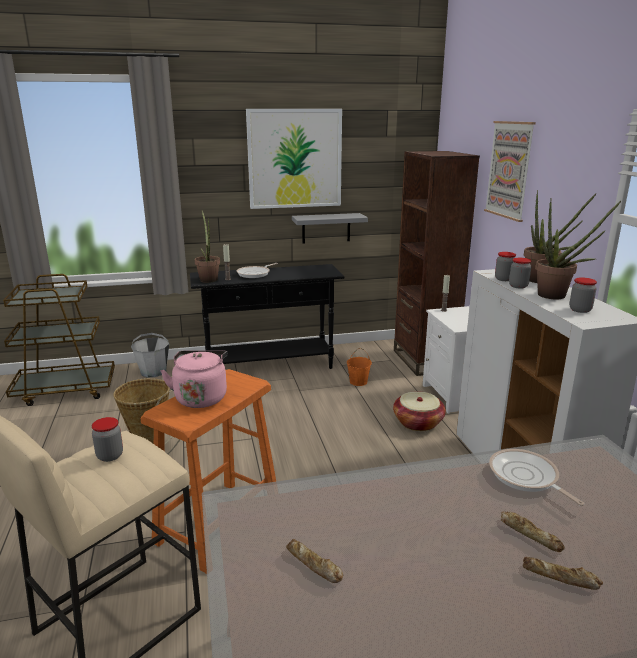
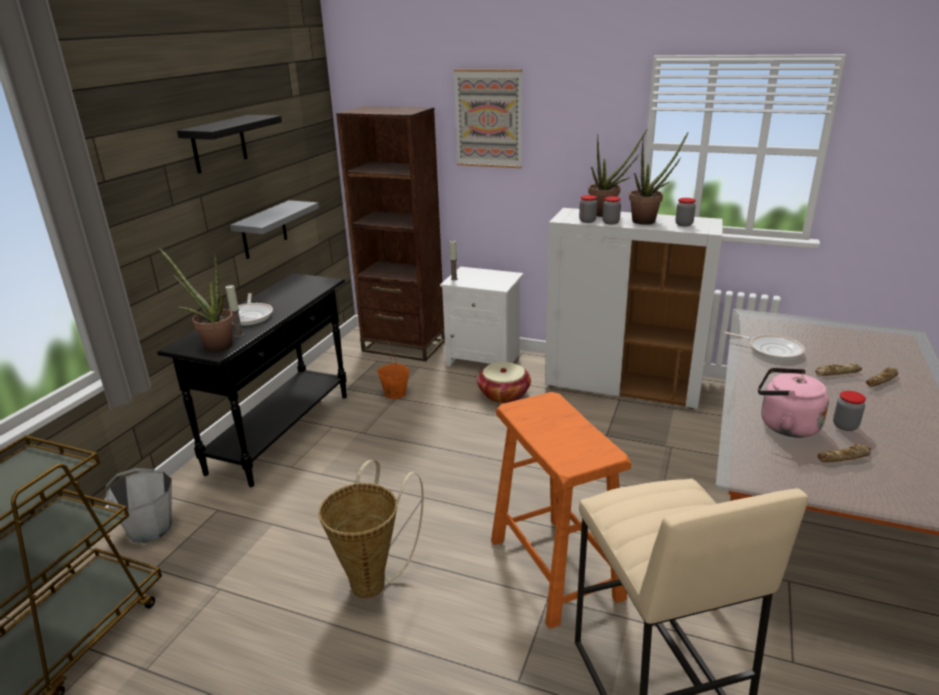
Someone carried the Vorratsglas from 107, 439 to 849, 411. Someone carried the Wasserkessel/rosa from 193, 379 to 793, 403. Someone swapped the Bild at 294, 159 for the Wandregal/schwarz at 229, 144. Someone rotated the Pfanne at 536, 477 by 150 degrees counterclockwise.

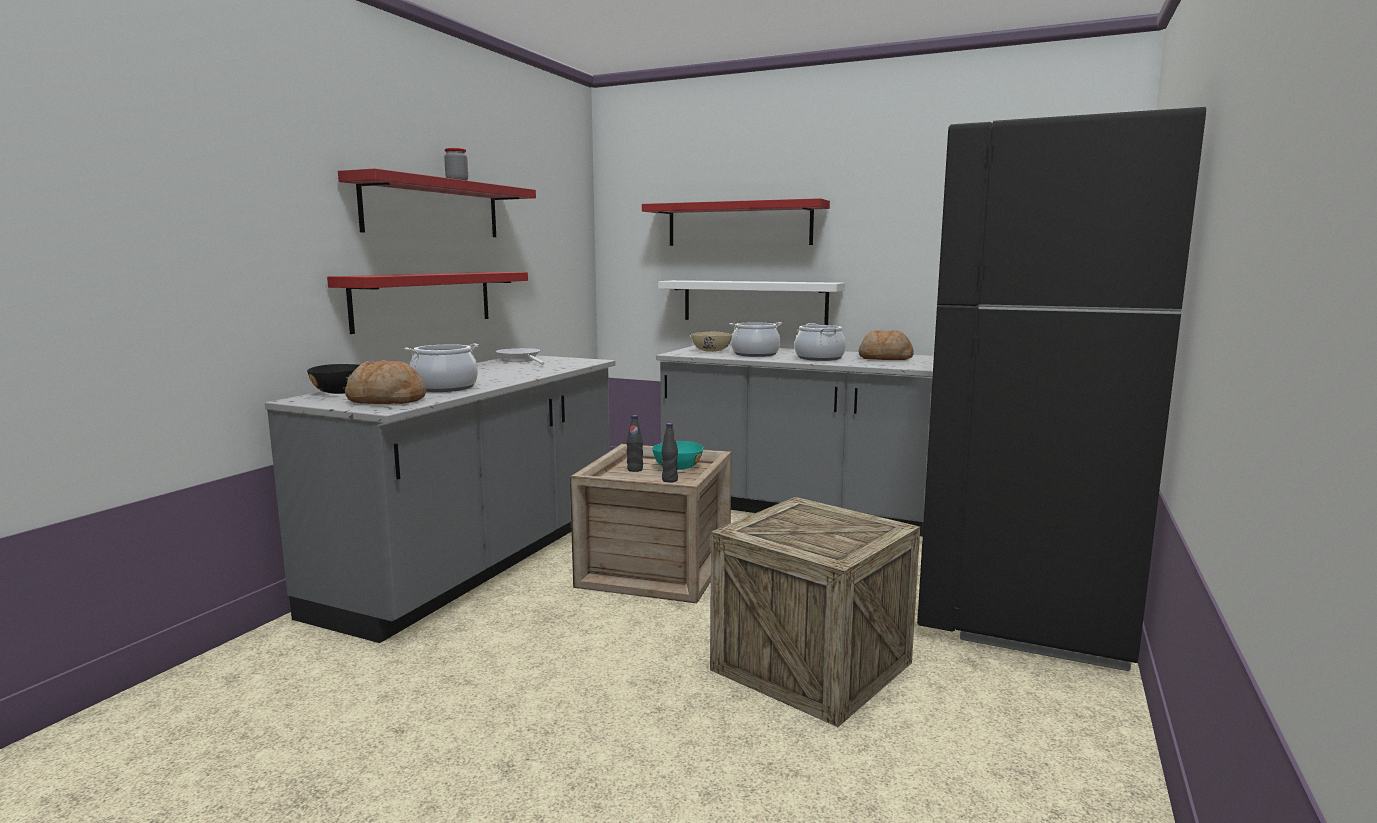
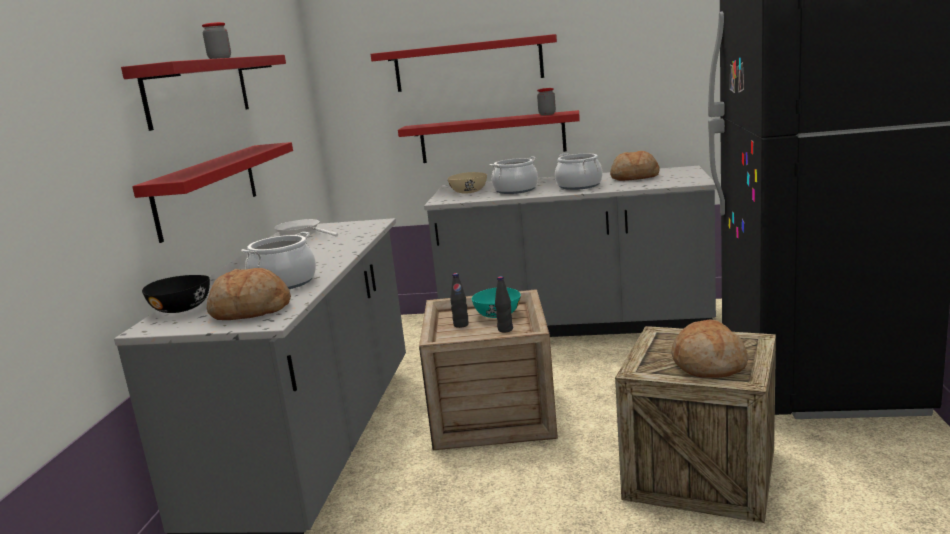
Someone put down the Vorratsglas at 546, 101. Someone put down the Brot at 710, 348. Someone repainted the Wandregal/weiß at 751, 302, which became the Wandregal/rot at 489, 136.

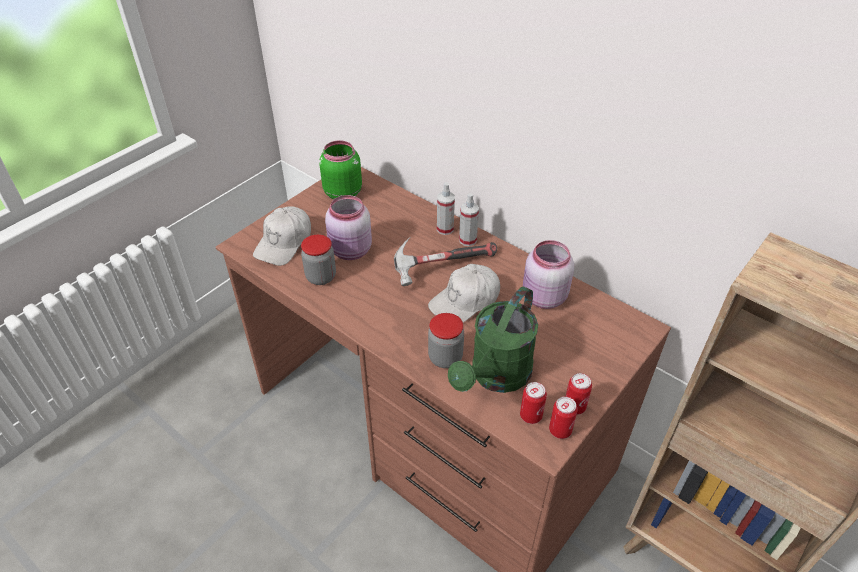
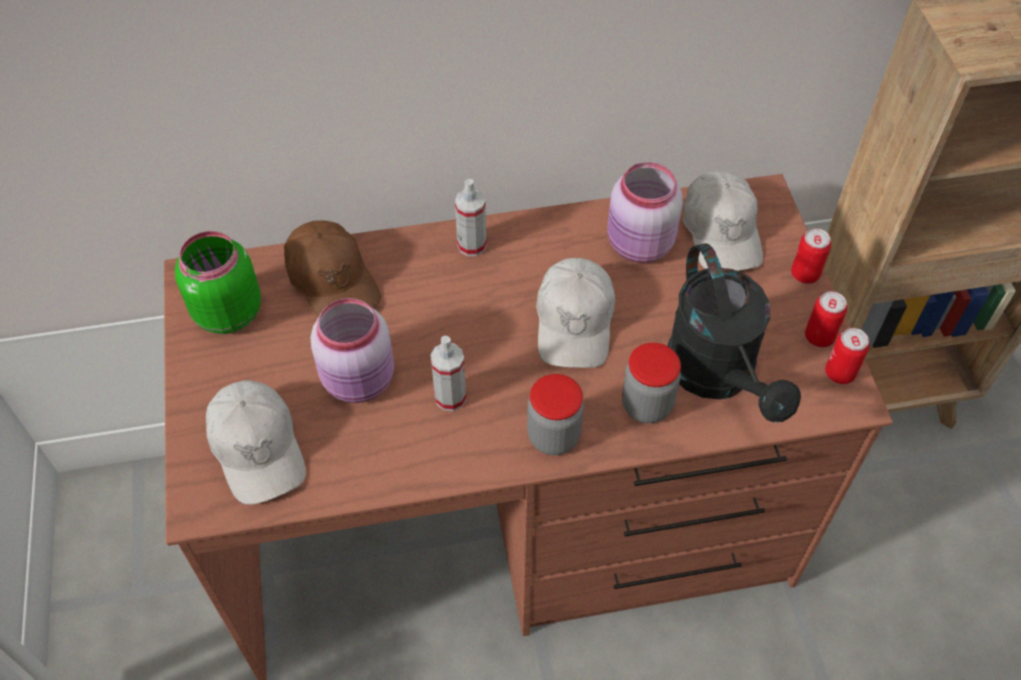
Someone took away the Hammer at 445, 261. Someone put down the Kappe/braun at 332, 268. Someone put down the Kappe/weiß at 723, 221. Someone carried the Vorratsglas from 318, 259 to 555, 414. Someone carried the Sprühflasche from 446, 208 to 448, 373. Someone carried the Dose from 533, 403 to 811, 256. Someone repainted the Gießkanne/grün at 493, 339, which became the Gießkanne/schwarz at 734, 332.

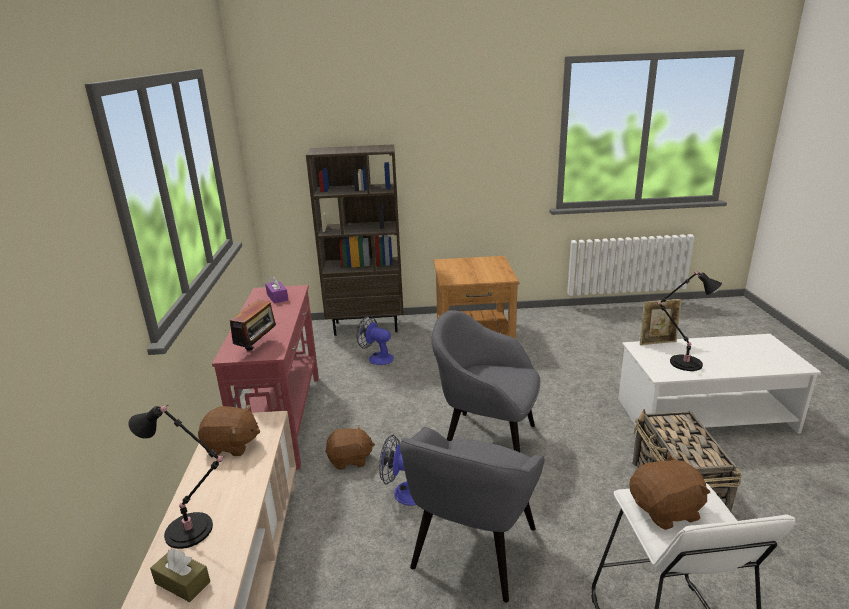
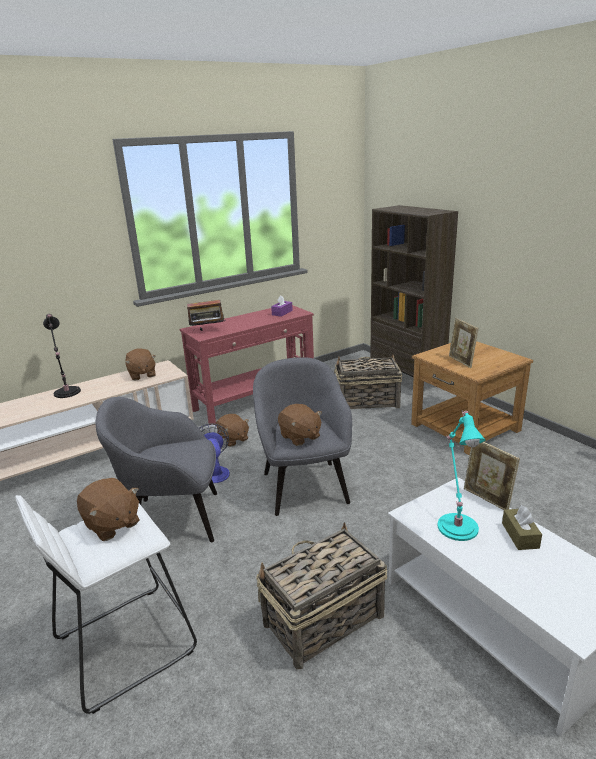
Someone put down the Plüschtier/braun at 300, 425. Someone put down the Bilderrahmen at 464, 343. Someone carried the Taschentuchbox/braun from 180, 575 to 522, 527. Someone swapped the Ventilator at 375, 340 for the Korb at 368, 381. Someone repainted the Tischlampe/schwarz at 689, 321, which became the Tischlampe/türkis at 461, 475.

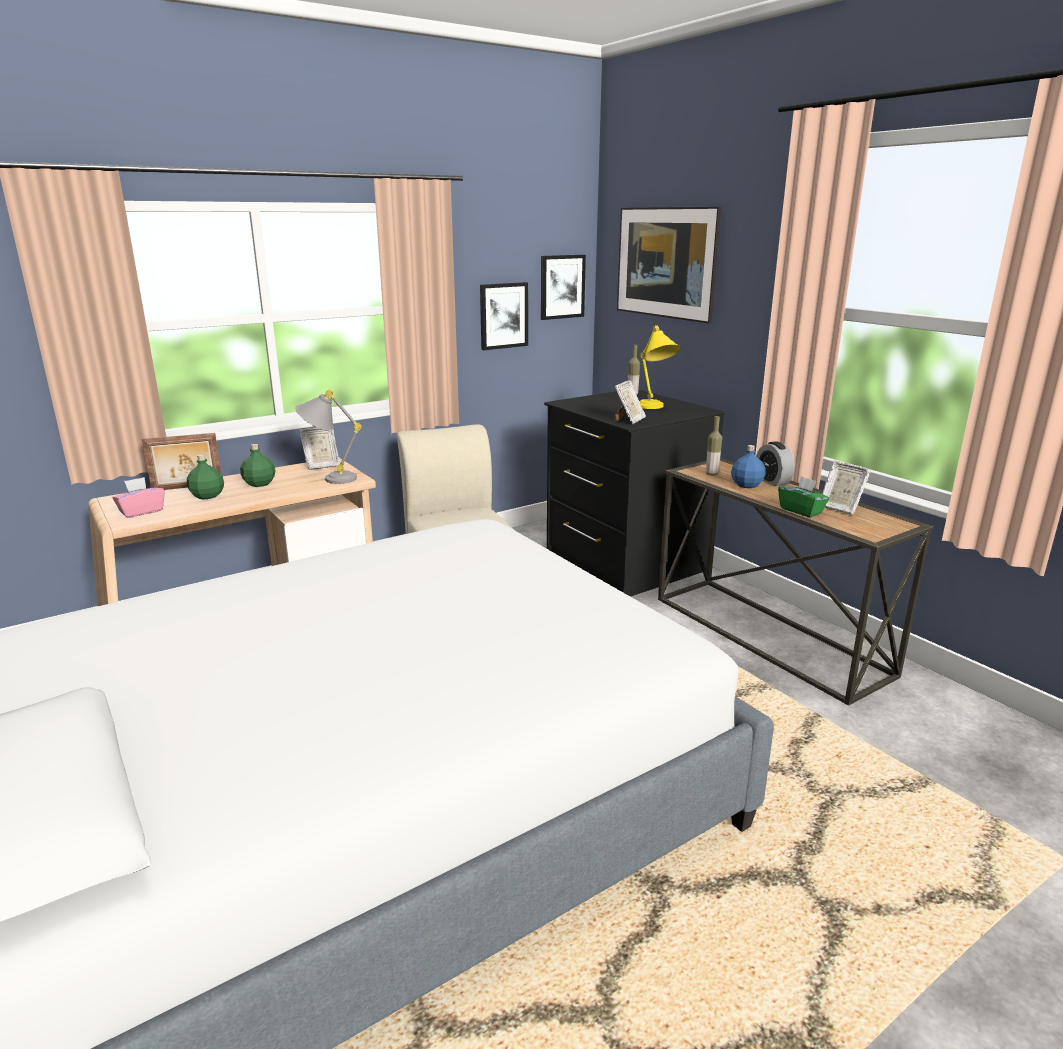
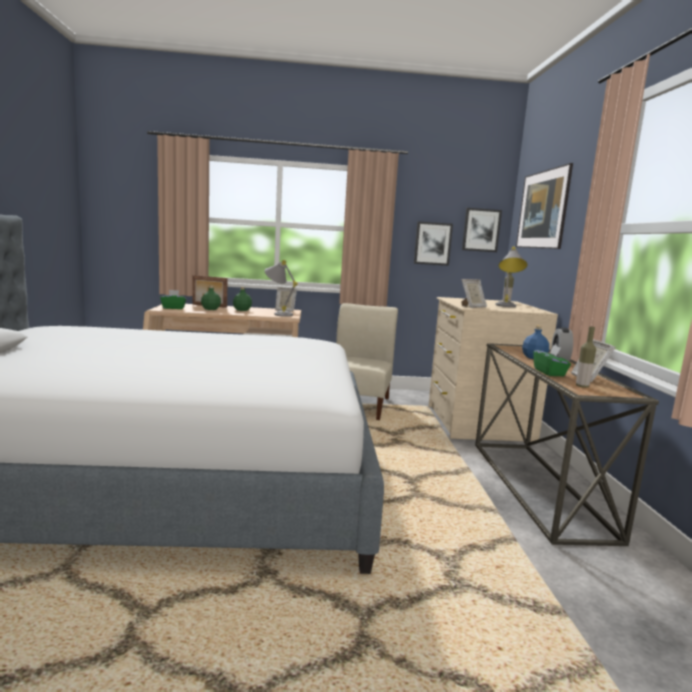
Someone carried the Flasche from 714, 446 to 586, 357. Someone repainted the Taschentuchbox/rosa at 138, 497, which became the Taschentuchbox/grün at 173, 299. Someone repainted the Kommode/schwarz at 634, 493, which became the Kommode/beige at 493, 369. Someone repainted the Tischlampe/gelb at 660, 367, which became the Tischlampe/grau at 511, 276.

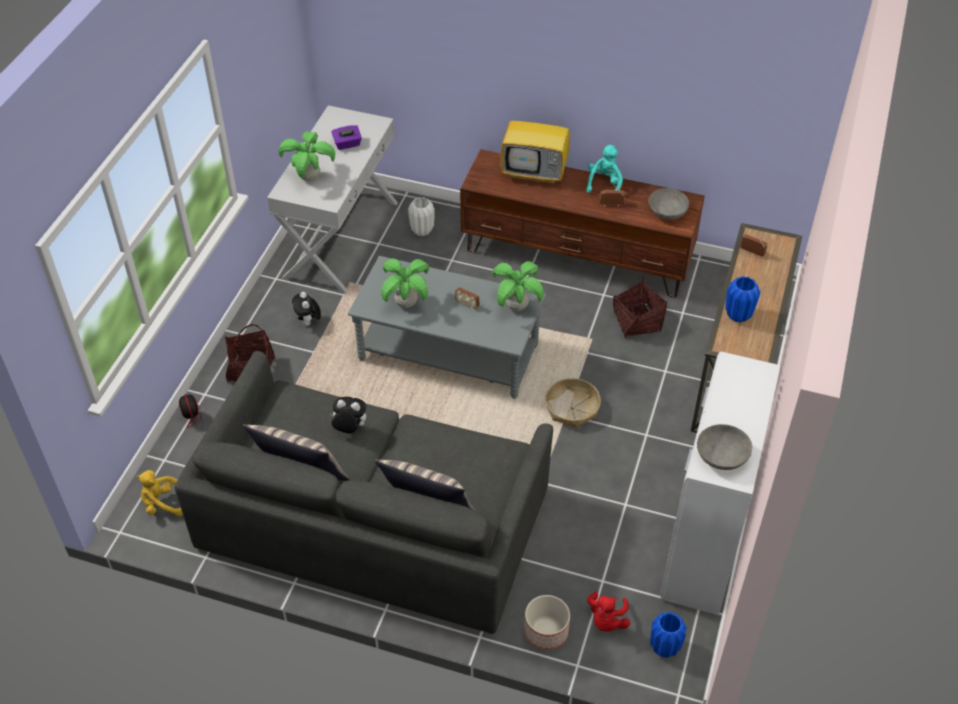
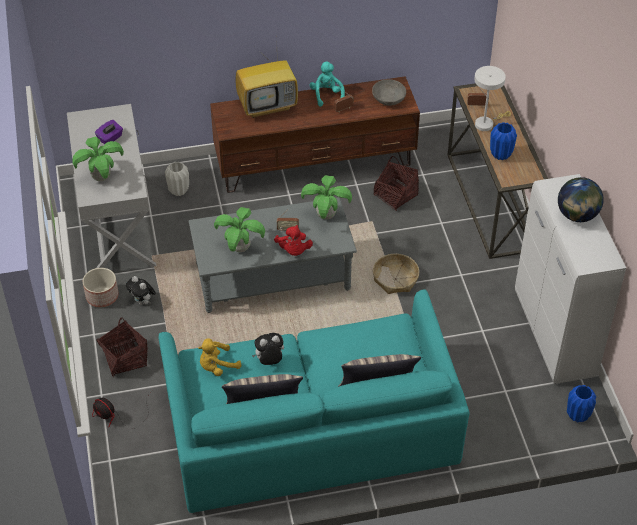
Someone took away the Schüssel/grau at 724, 447. Someone put down the Tischlampe/weiß at 492, 98. Someone put down the Globus at 581, 199. Someone carried the Plüschtier/gelb from 160, 493 to 219, 357. Someone carried the Pflanzkübel from 547, 622 to 101, 287. Someone carried the Plüschtier/rot from 608, 611 to 293, 240. Someone repainted the Sofa/grau at 363, 492, which became the Sofa/türkis at 314, 401.

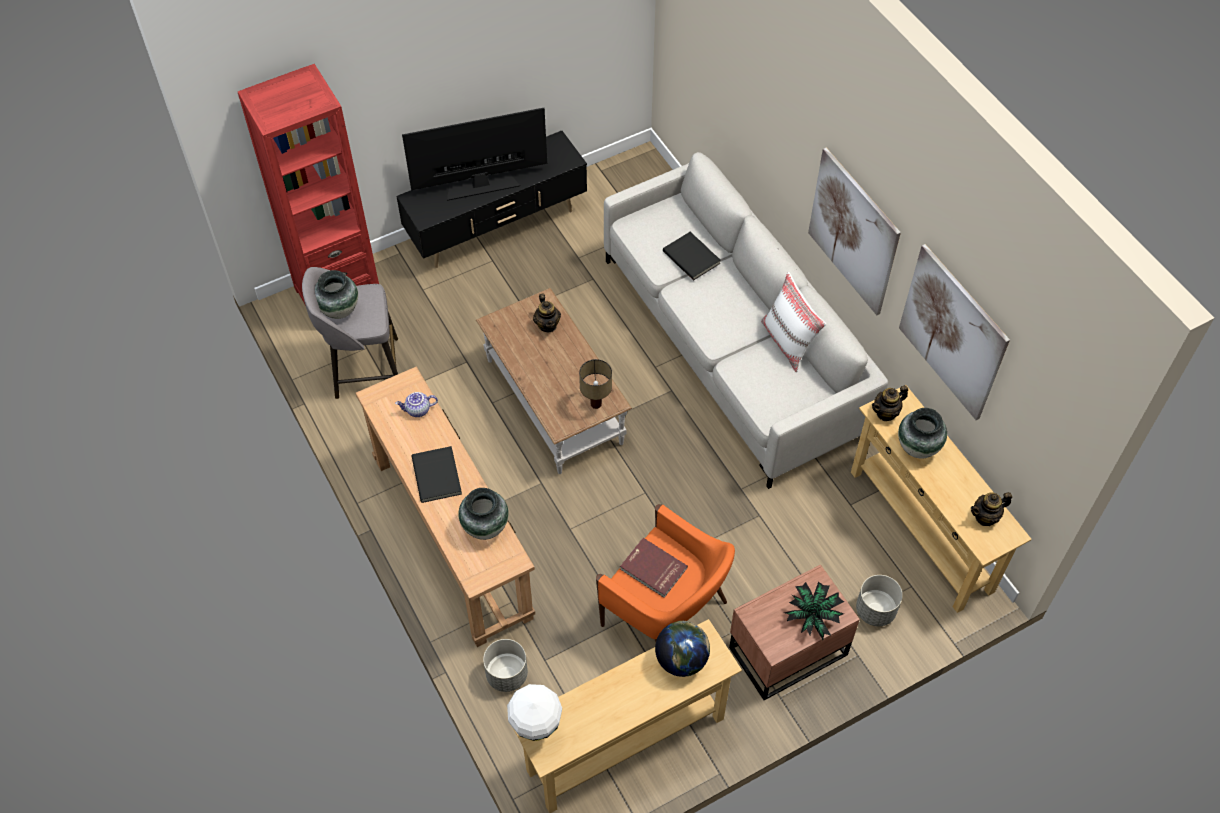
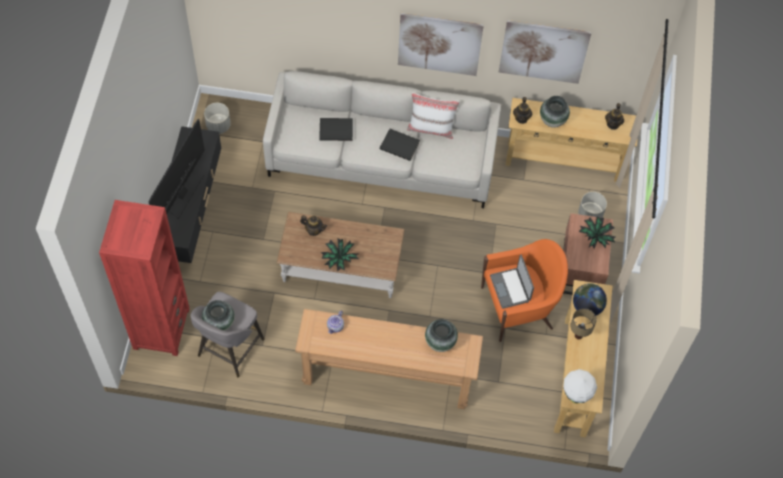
Someone put down the Topfpflanze at 340, 254. Someone carried the Buch/schwarz from 436, 474 to 400, 145. Someone carried the Pflanzkübel/grau from 505, 665 to 217, 118. Someone carried the Tischlampe from 595, 384 to 583, 323. Someone swapped the Buch/rot at 654, 568 for the Laptop at 512, 282.

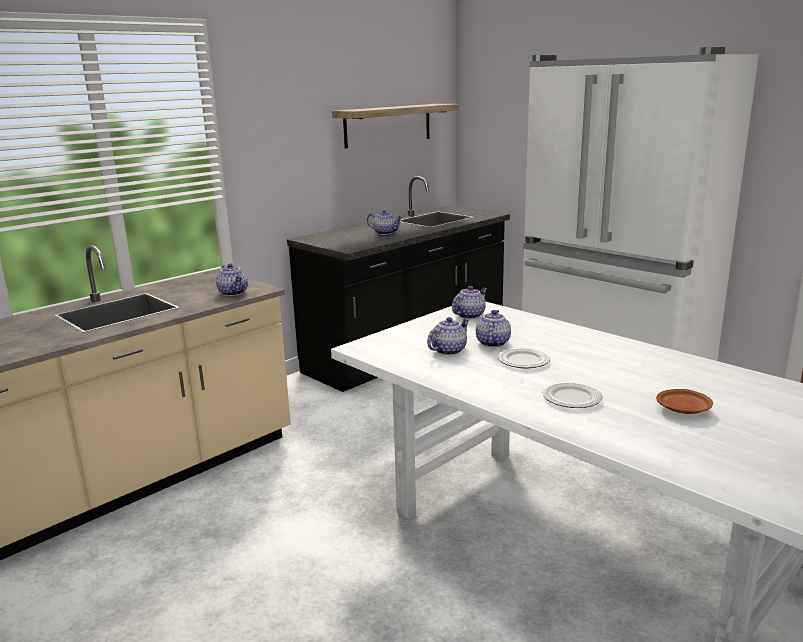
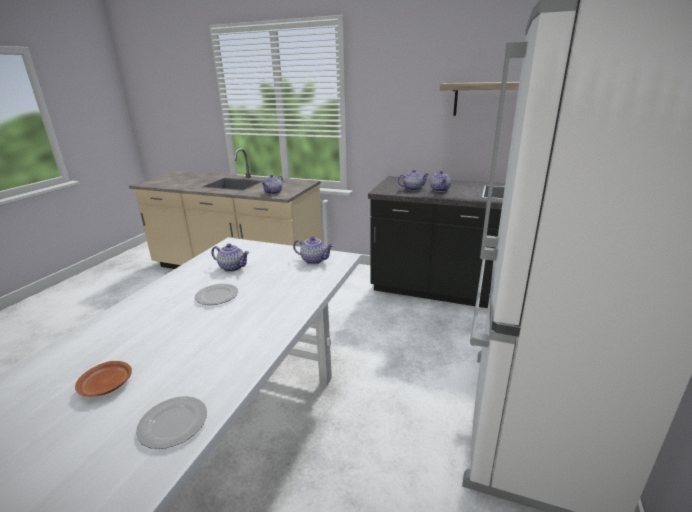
Someone carried the Teekanne from 493, 328 to 413, 180. Someone carried the Teller from 573, 395 to 171, 422.

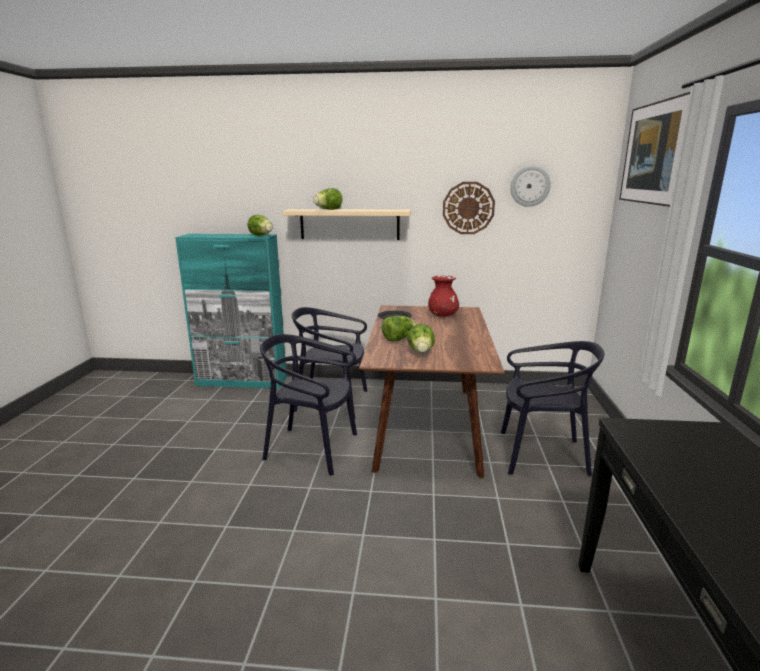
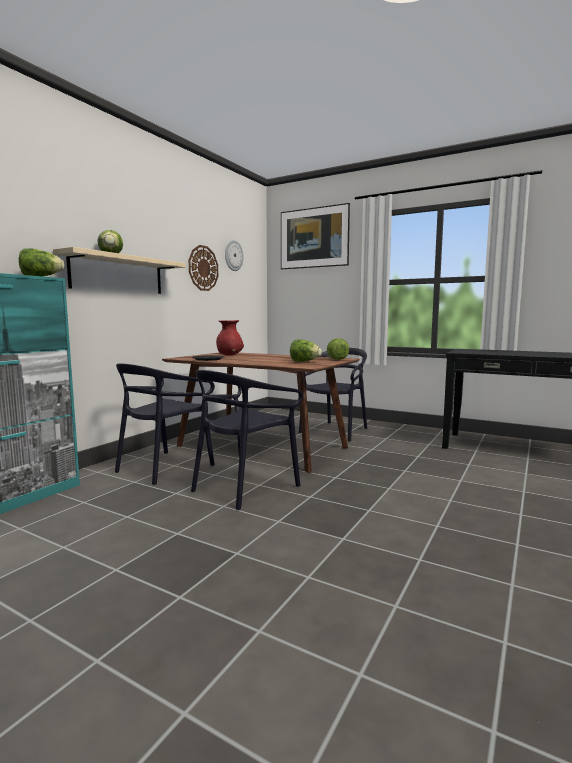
Someone carried the Salatkopf from 399, 329 to 338, 349.

